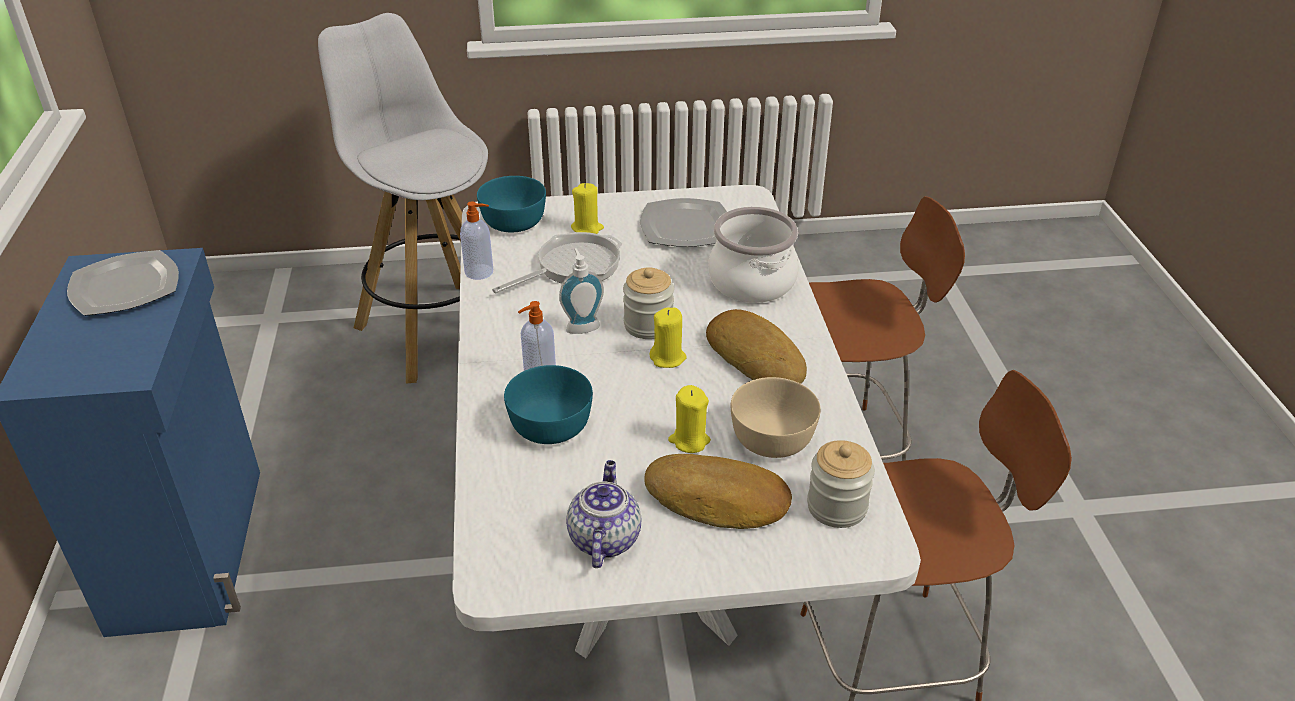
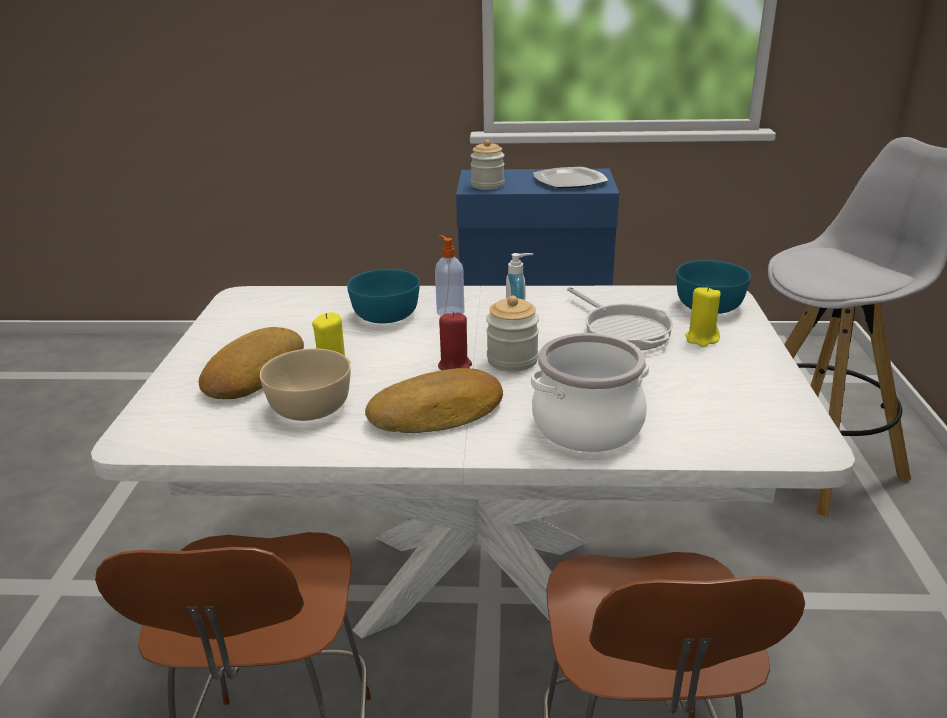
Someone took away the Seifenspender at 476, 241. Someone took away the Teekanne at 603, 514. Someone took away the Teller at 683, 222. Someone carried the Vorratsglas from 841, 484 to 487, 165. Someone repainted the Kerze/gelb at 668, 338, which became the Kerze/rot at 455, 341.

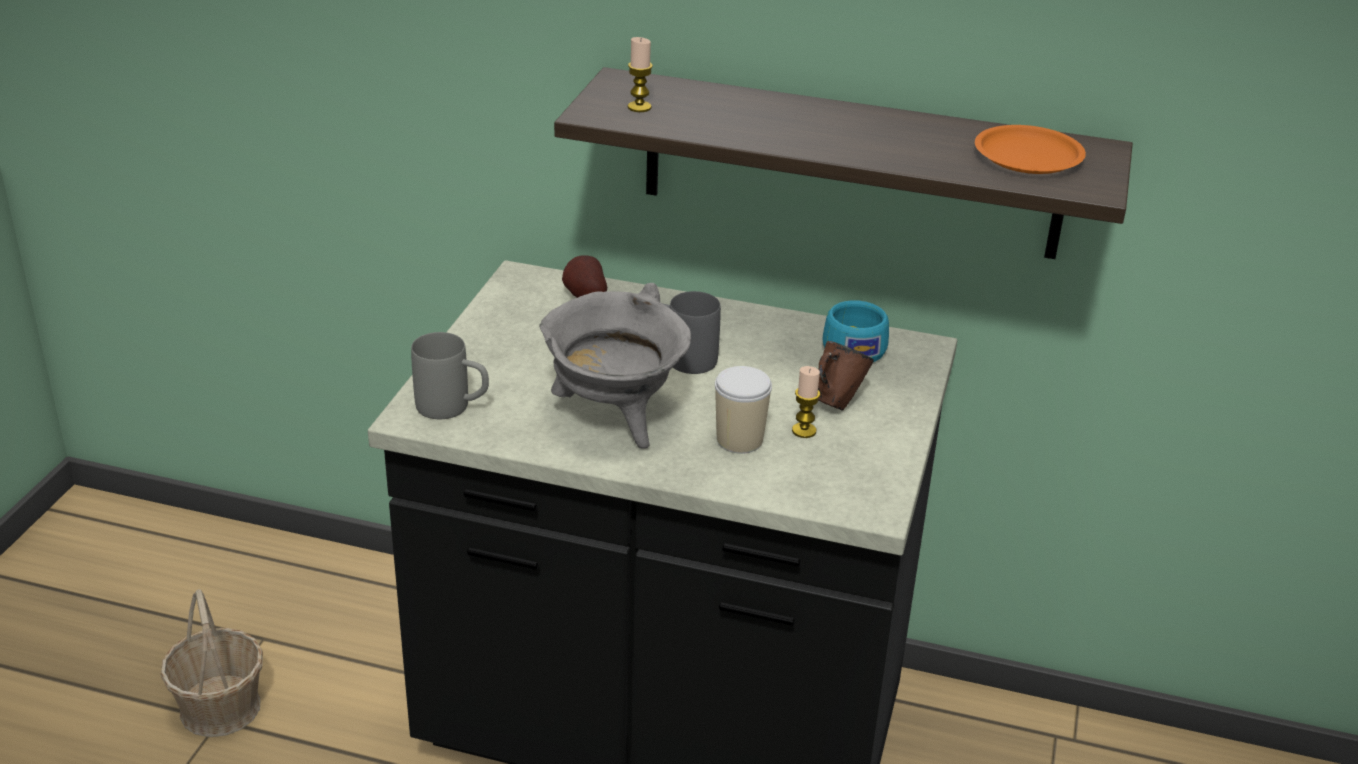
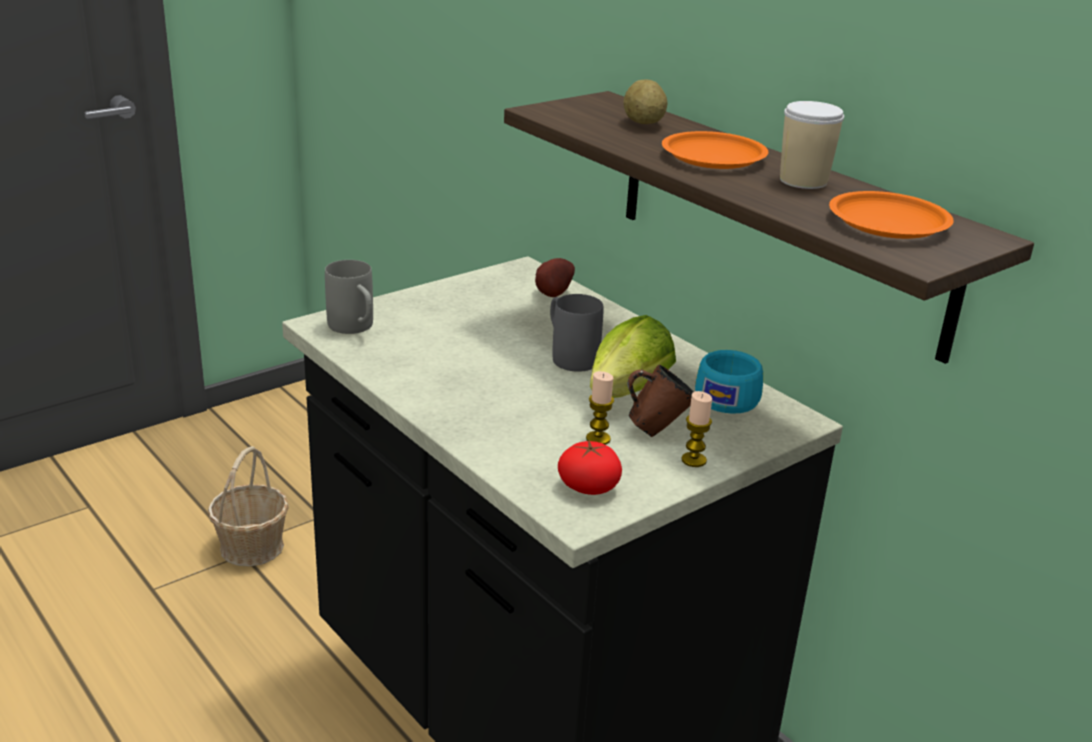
Someone took away the Kochtopf/grau at 615, 366. Someone put down the Tomate at 590, 467. Someone put down the Salatkopf at 633, 356. Someone put down the Kartoffel at 645, 101. Someone put down the Teller/orange at 715, 150. Someone carried the Kerze from 640, 74 to 696, 429. Someone carried the Tasse from 743, 410 to 812, 145.

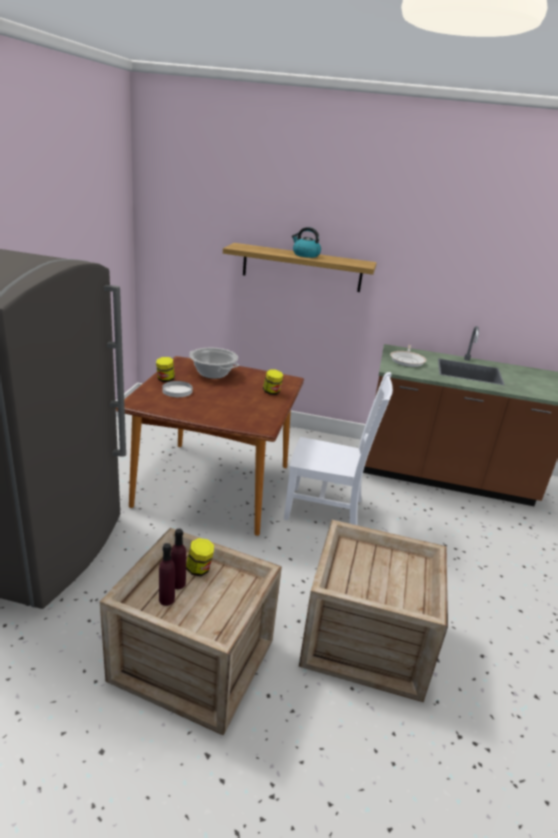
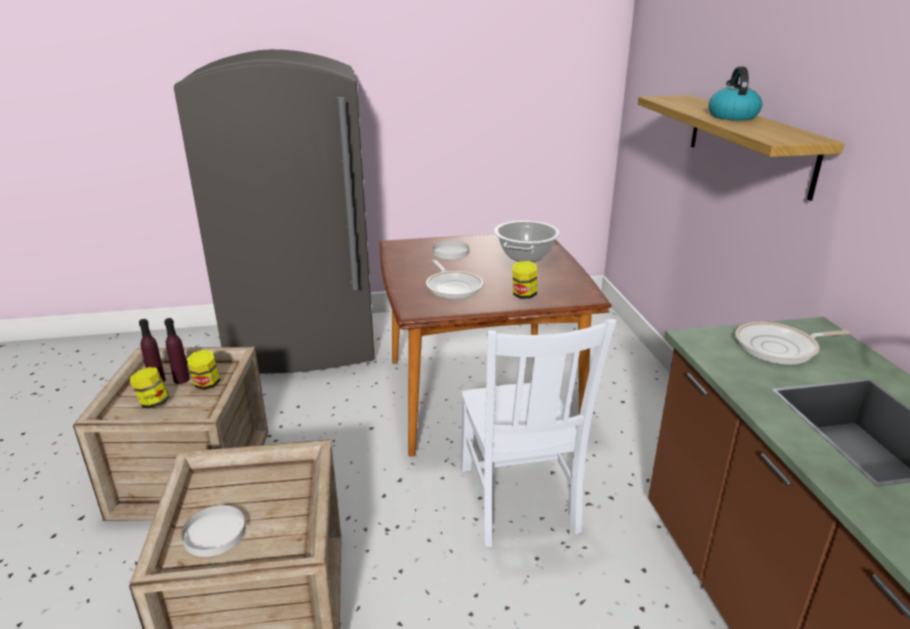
Someone put down the Teller/weiß at 213, 531. Someone put down the Pfanne at 454, 279. Someone carried the Vorratsglas from 165, 369 to 149, 388.

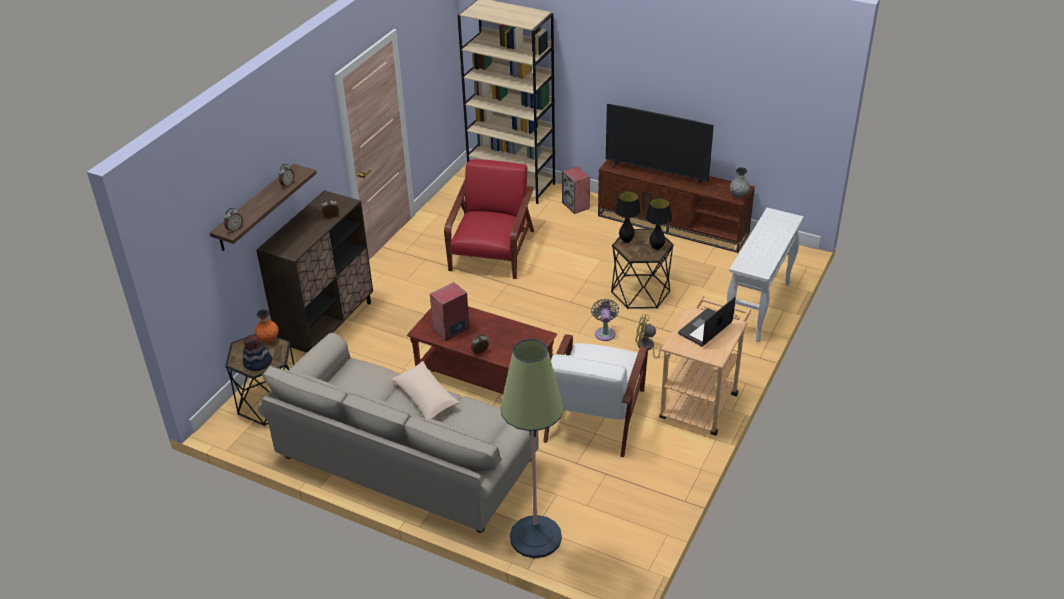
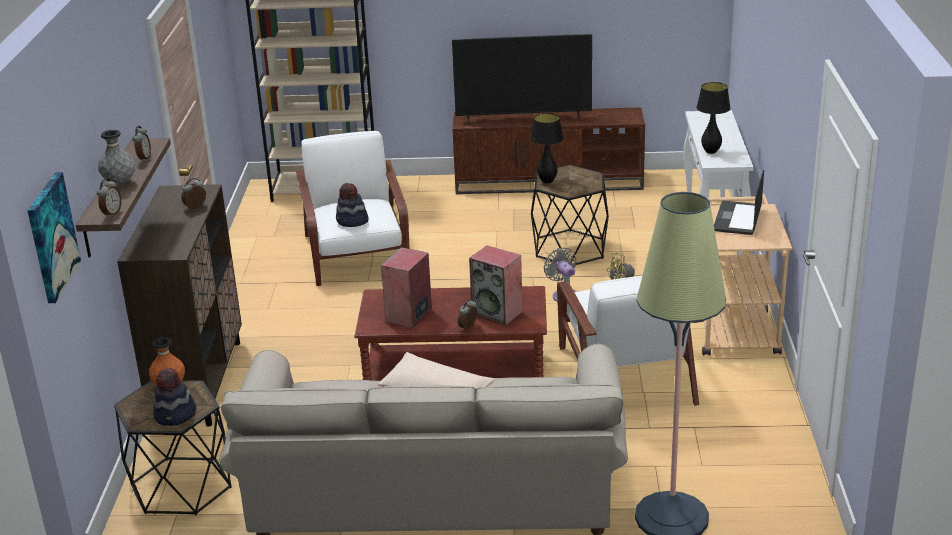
Someone put up the Bild at 54, 237. Someone put down the Hut at 352, 205. Someone carried the Lautsprecher from 576, 190 to 496, 285. Someone carried the Tischlampe/schwarz from 659, 223 to 713, 118. Someone carried the Vase/grau from 740, 182 to 116, 157. Someone repainted the Sessel/rot at 489, 219, which became the Sessel/weiß at 353, 208.

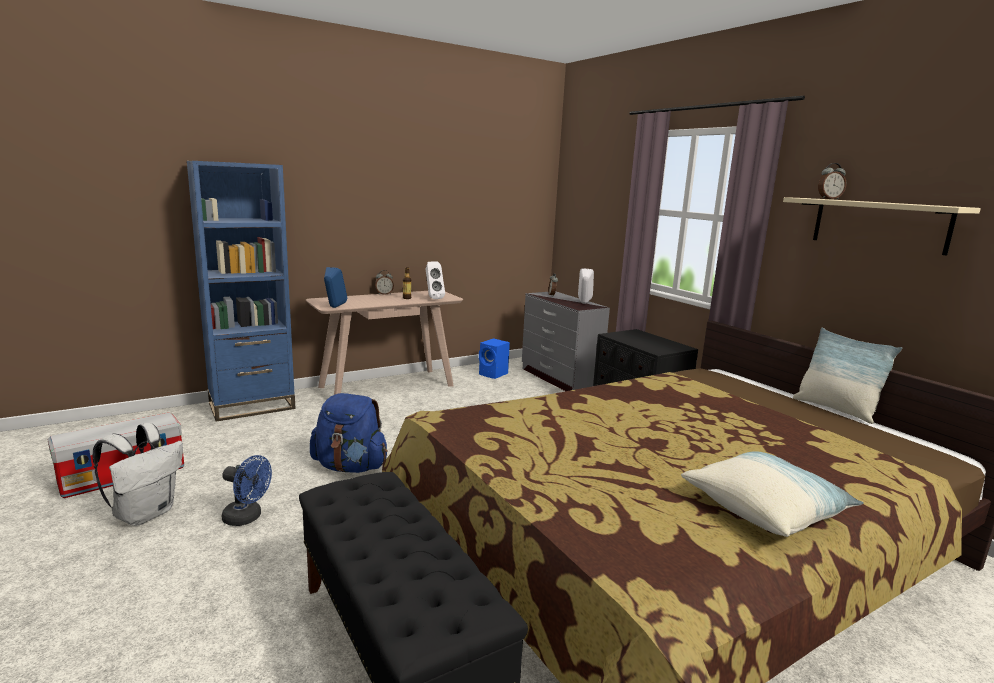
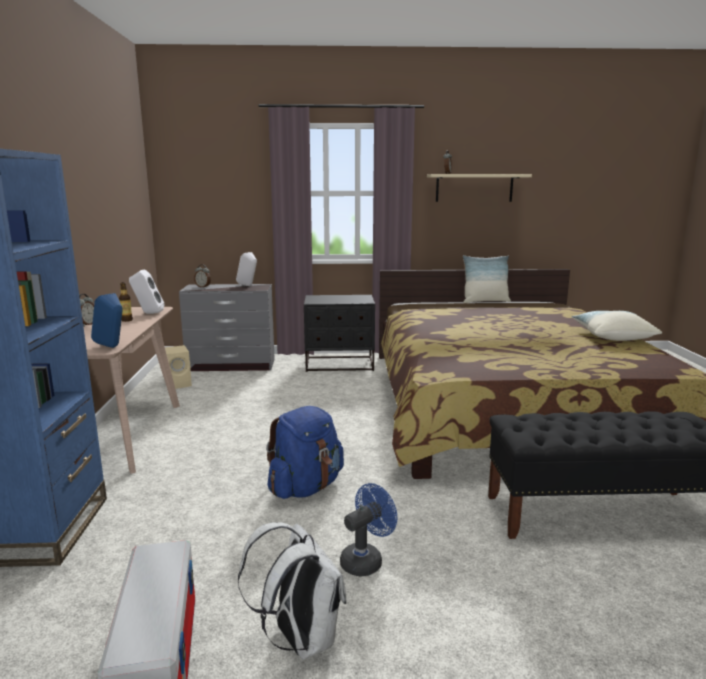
Someone repainted the Lautsprecher/blau at 494, 358, which became the Lautsprecher/beige at 178, 367.

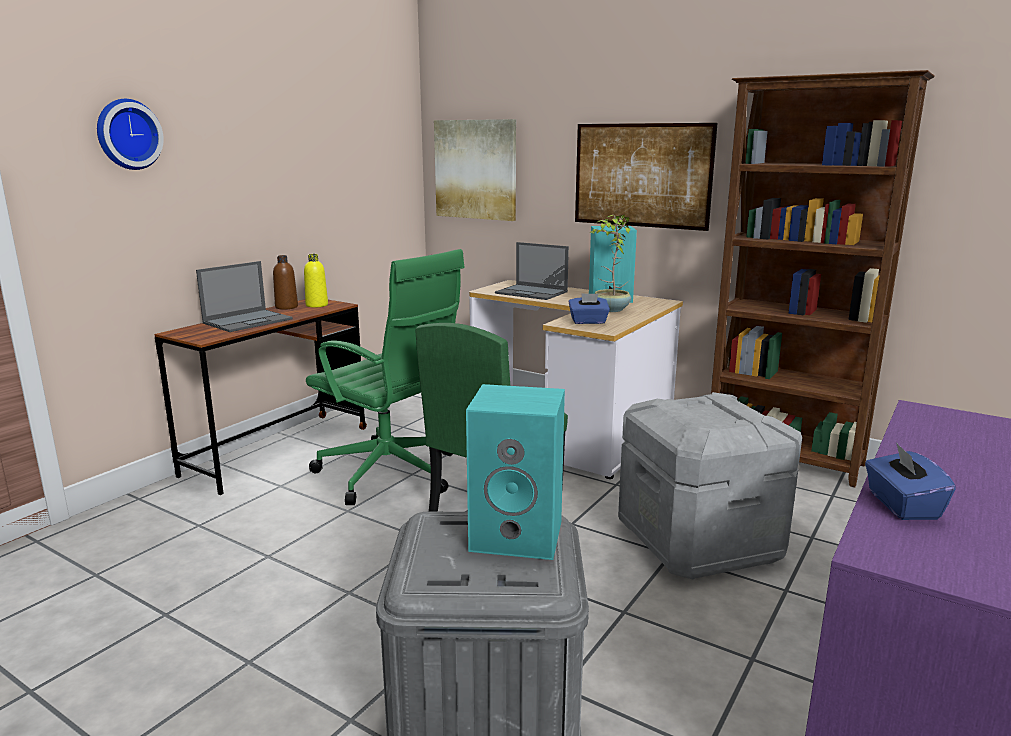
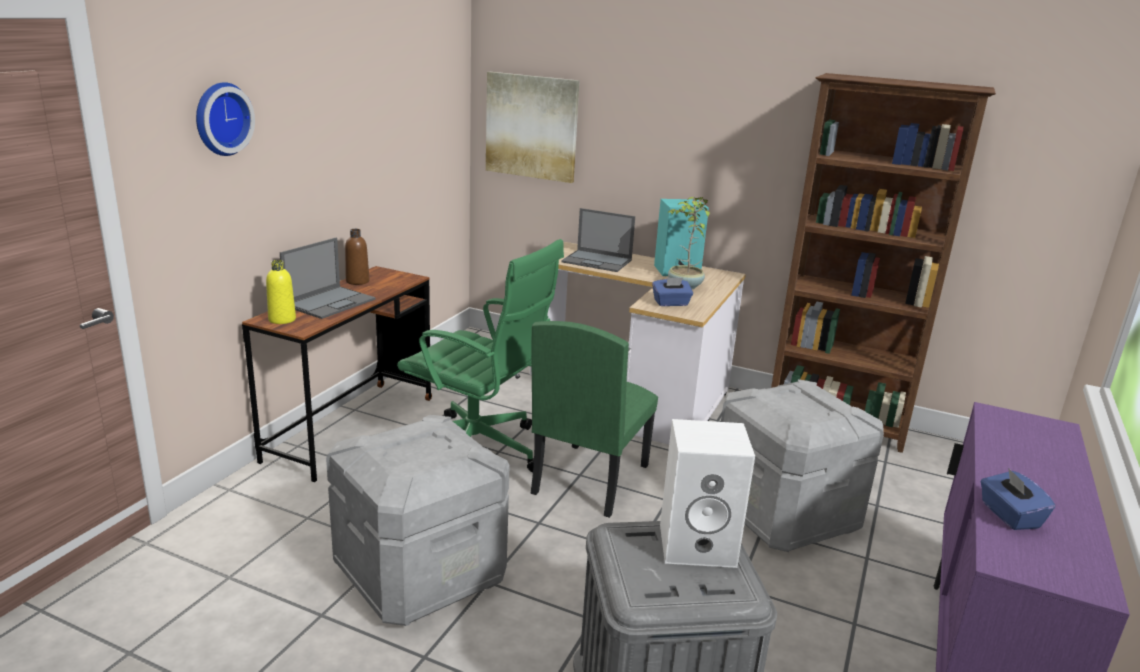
Someone took away the Bild at 646, 177. Someone put down the Aufbewahrungsbox/grau at 418, 520. Someone carried the Flasche/gelb from 316, 281 to 281, 292. Someone repainted the Lautsprecher/türkis at 515, 472, which became the Lautsprecher/weiß at 707, 493.

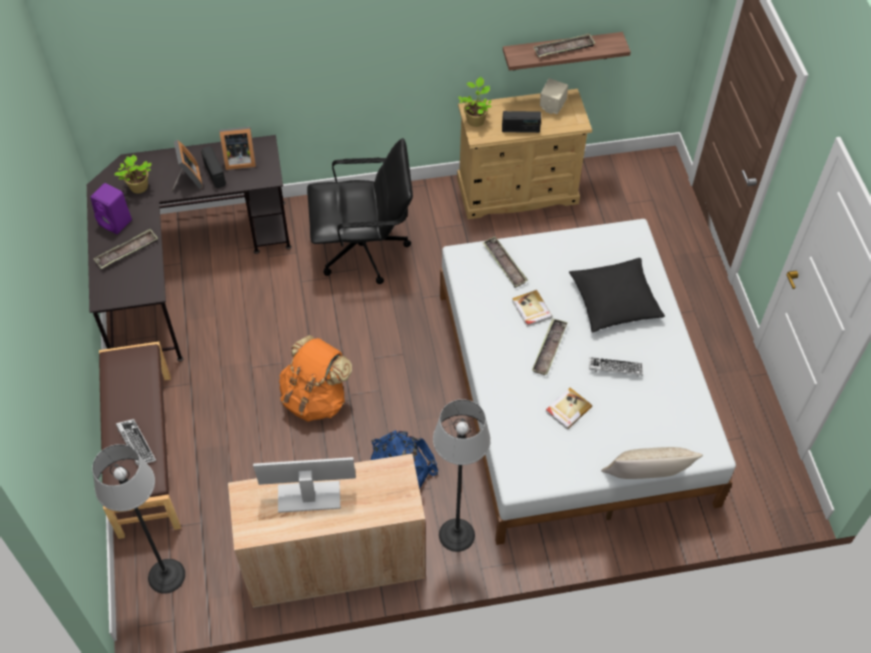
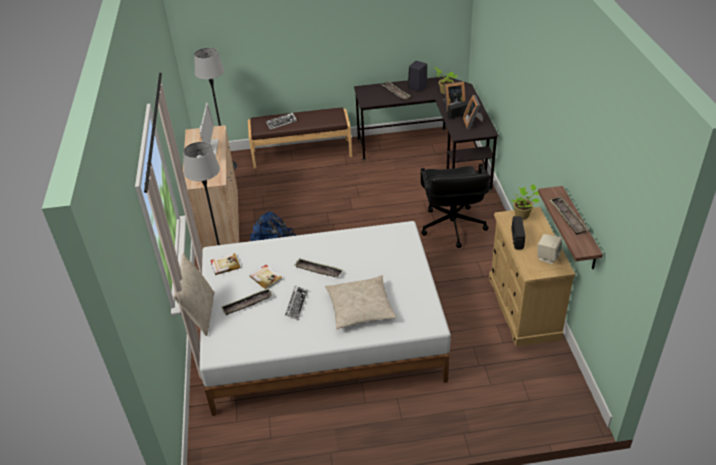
Someone took away the Rucksack/orange at 315, 378. Someone carried the Tablett from 505, 262 to 246, 301. Someone carried the Buch from 532, 308 to 225, 264. Someone repainted the Lautsprecher/lila at 111, 208, which became the Lautsprecher/schwarz at 417, 76. Someone repainted the Kissen/schwarz at 617, 295, which became the Kissen/beige at 360, 302.

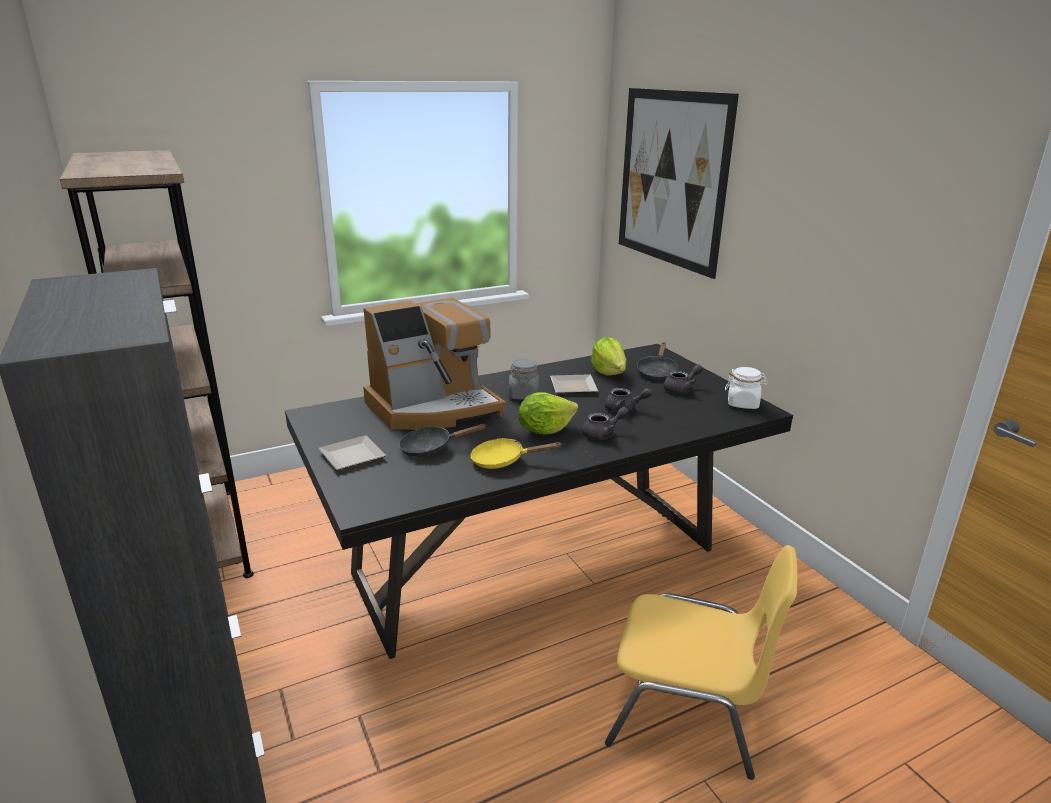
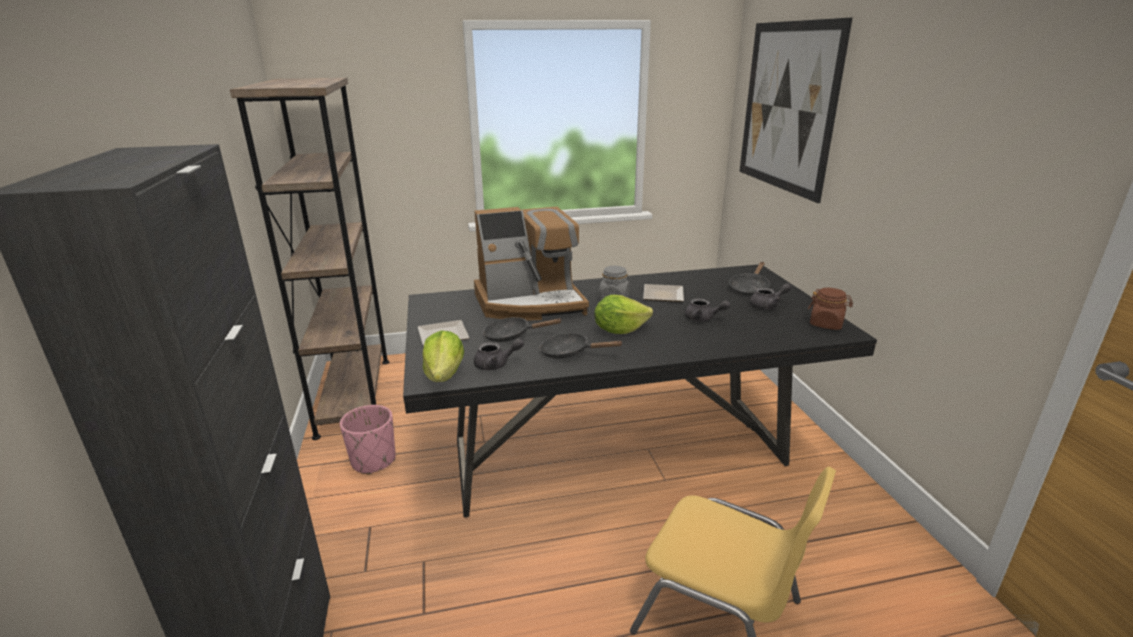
Someone put down the Pflanzkübel/rosa at 368, 440. Someone carried the Teekanne/grau from 605, 423 to 499, 354. Someone carried the Salatkopf from 609, 356 to 443, 356. Someone repainted the Pfanne/gelb at 516, 453, which became the Pfanne/schwarz at 581, 346. Someone repainted the Vorratsglas/weiß at 746, 388, which became the Vorratsglas/braun at 830, 309.

